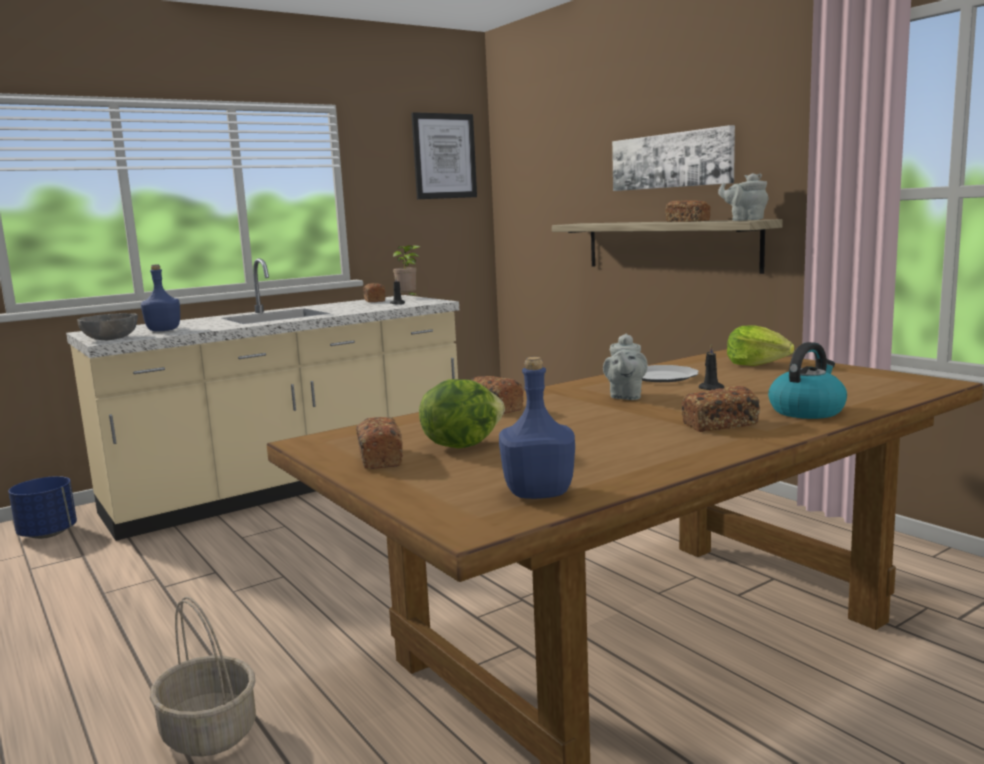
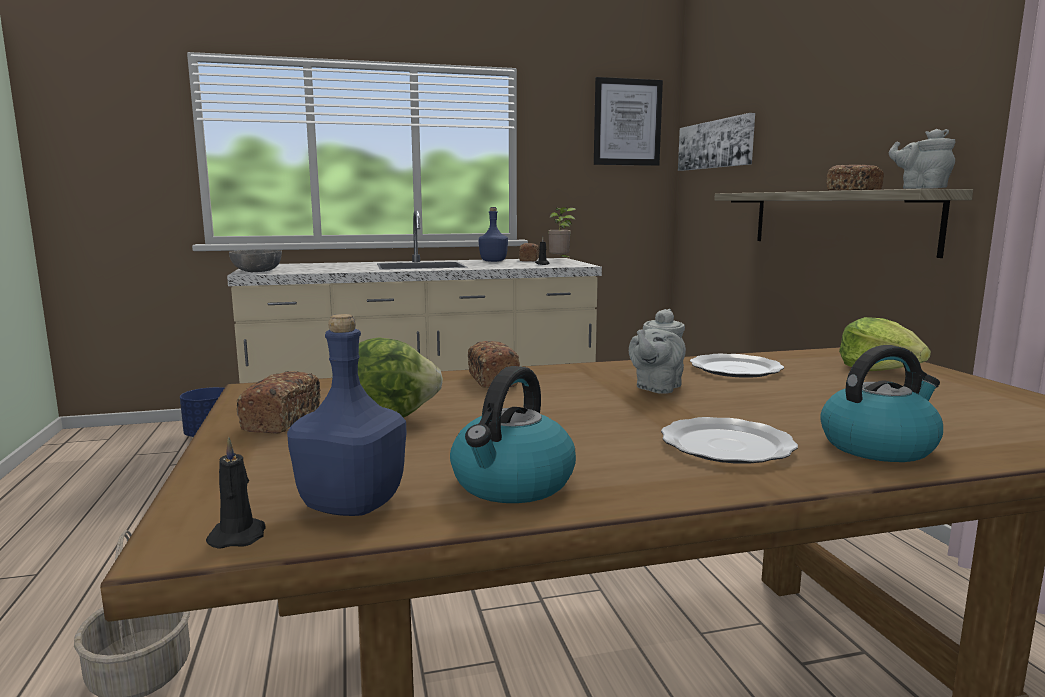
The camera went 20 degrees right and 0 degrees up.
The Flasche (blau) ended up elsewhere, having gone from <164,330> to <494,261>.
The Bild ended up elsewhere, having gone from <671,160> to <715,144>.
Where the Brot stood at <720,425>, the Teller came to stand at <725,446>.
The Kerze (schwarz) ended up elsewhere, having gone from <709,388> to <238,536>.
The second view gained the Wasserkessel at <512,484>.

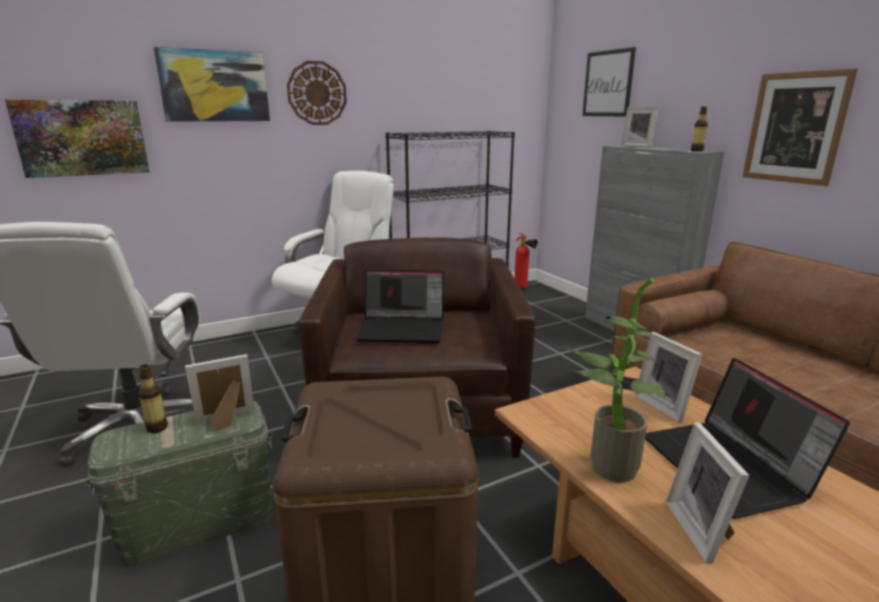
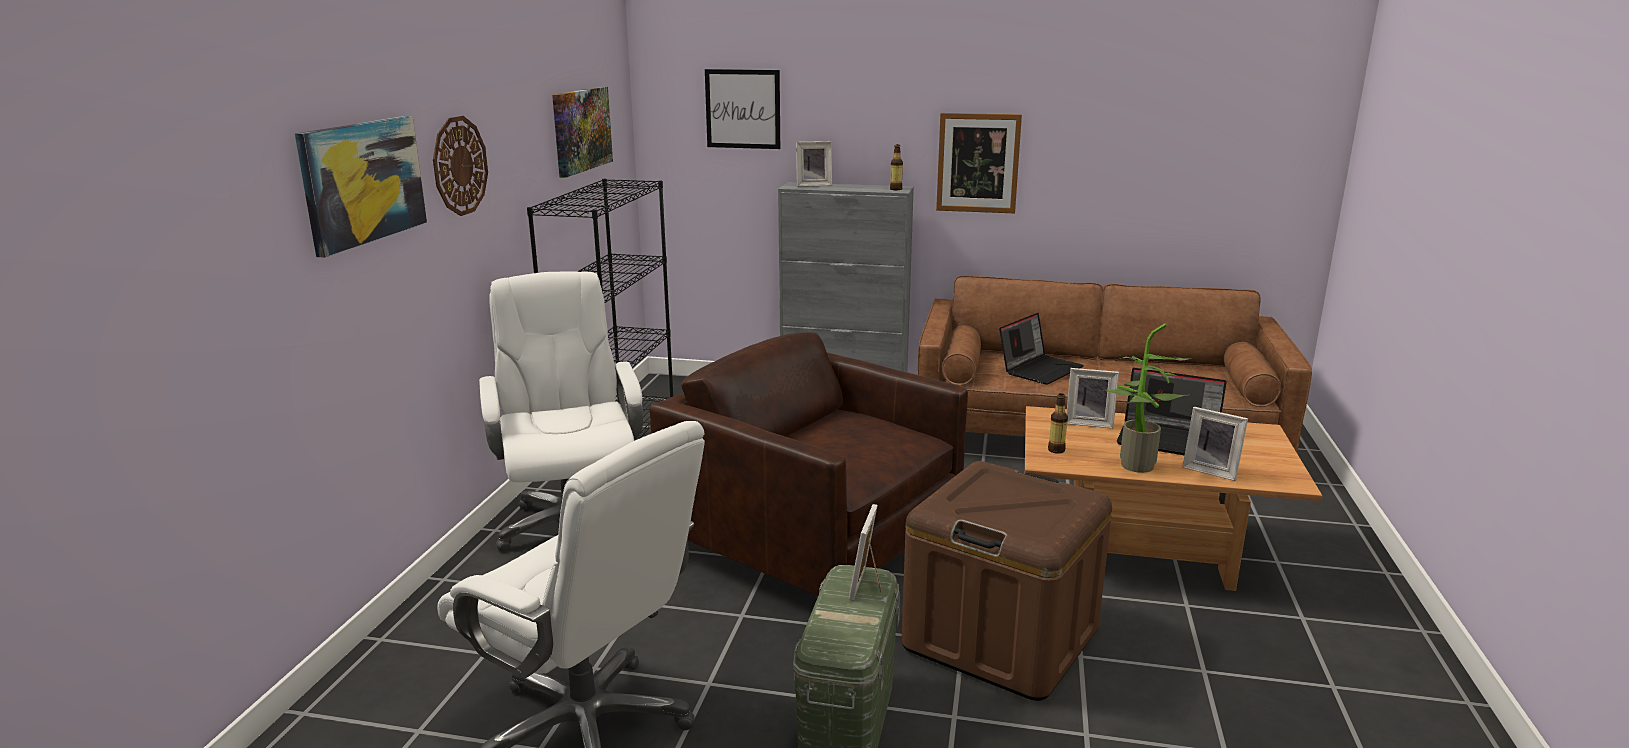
The camera went 50 degrees left and 0 degrees up.
The Bild ended up elsewhere, having gone from <82,138> to <581,130>.
The Flasche ended up elsewhere, having gone from <157,428> to <1056,450>.
The Laptop ended up elsewhere, having gone from <403,329> to <1040,369>.
The second view lost the Feuerlöscher at <523,288>.

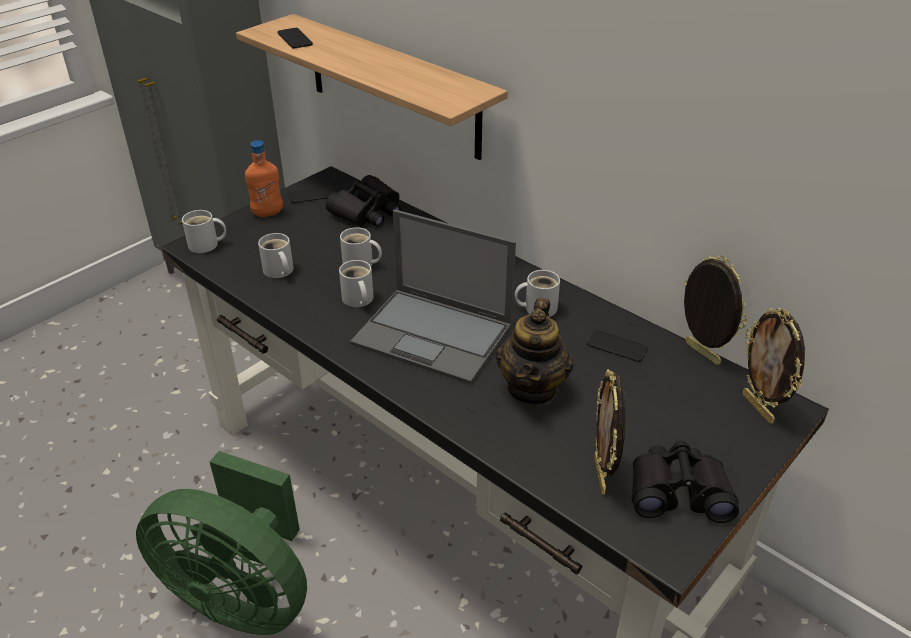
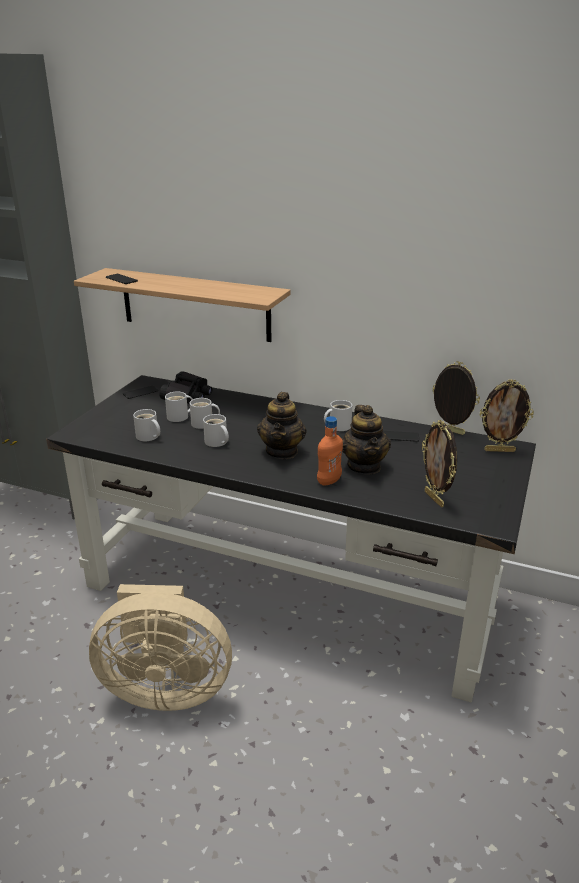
The camera went 20 degrees left and 10 degrees down.
What was the Ventilator (grün) at <243,595> turned into the Ventilator (beige) at <165,688>.
The Henkelbecher (weiß) ended up elsewhere, having gone from <206,245> to <180,417>.
The Flasche (orange) ended up elsewhere, having gone from <267,213> to <329,481>.
Where the Laptop stood at <434,335>, the Teekanne came to stand at <282,451>.
The second view lost the Fernglas (schwarz) at <678,492>.
The Bilderrahmen at <759,408> ended up facing another way, 45 degrees counterclockwise from before.

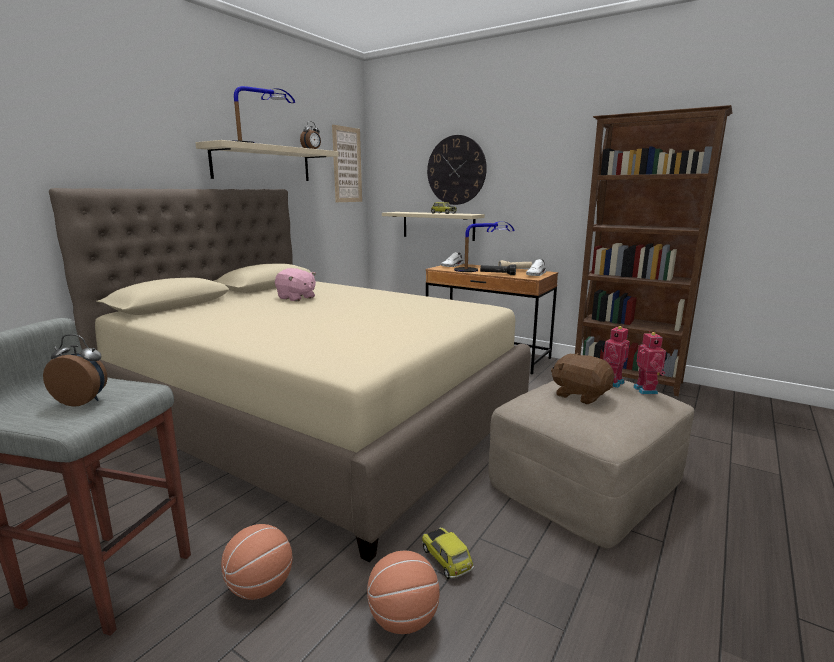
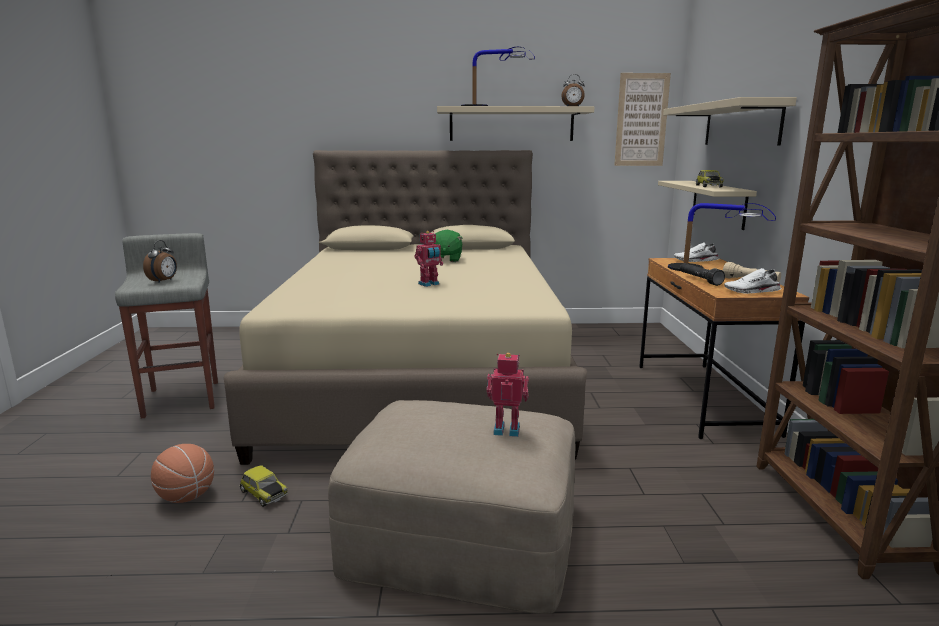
The camera went 55 degrees right and 0 degrees up.
The Wecker at <84,401> ended up facing another way, 45 degrees clockwise from before.
The second view lost the Basketball at <260,587>.
What was the Plüschtier (rosa) at <296,298> turned into the Plüschtier (grün) at <446,259>.
The Spielzeugauto at <447,559> ended up facing another way, 105 degrees clockwise from before.
Where the Wanduhr hung at <456,170>, the Wandregal (beige) came to hang at <741,124>.
The second view lost the Plüschtier (braun) at <580,395>.
The Spielzeugroboter ended up elsewhere, having gone from <647,390> to <429,284>.

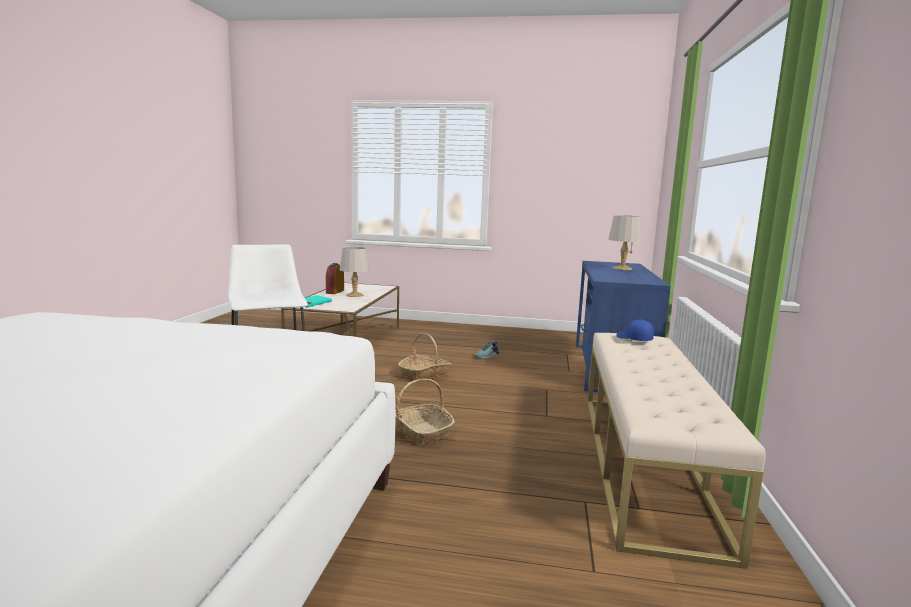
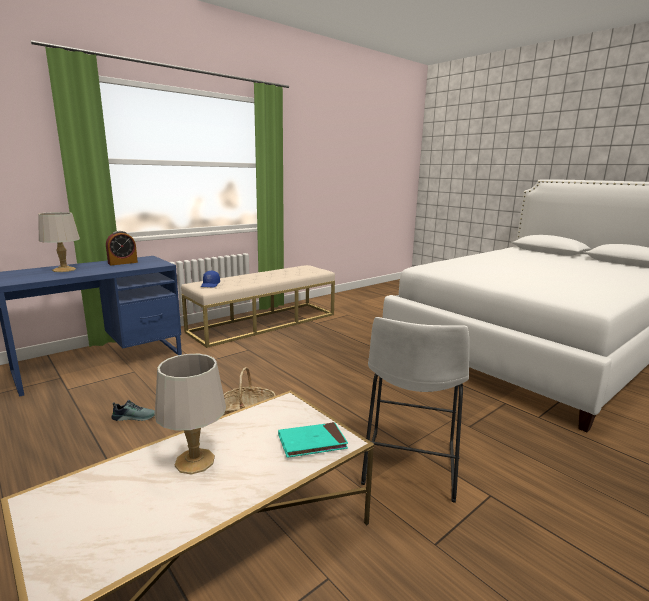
The camera went 140 degrees left and 5 degrees up.
The Wecker ended up elsewhere, having gone from <335,292> to <123,263>.
The second view lost the Korb at <421,432>.

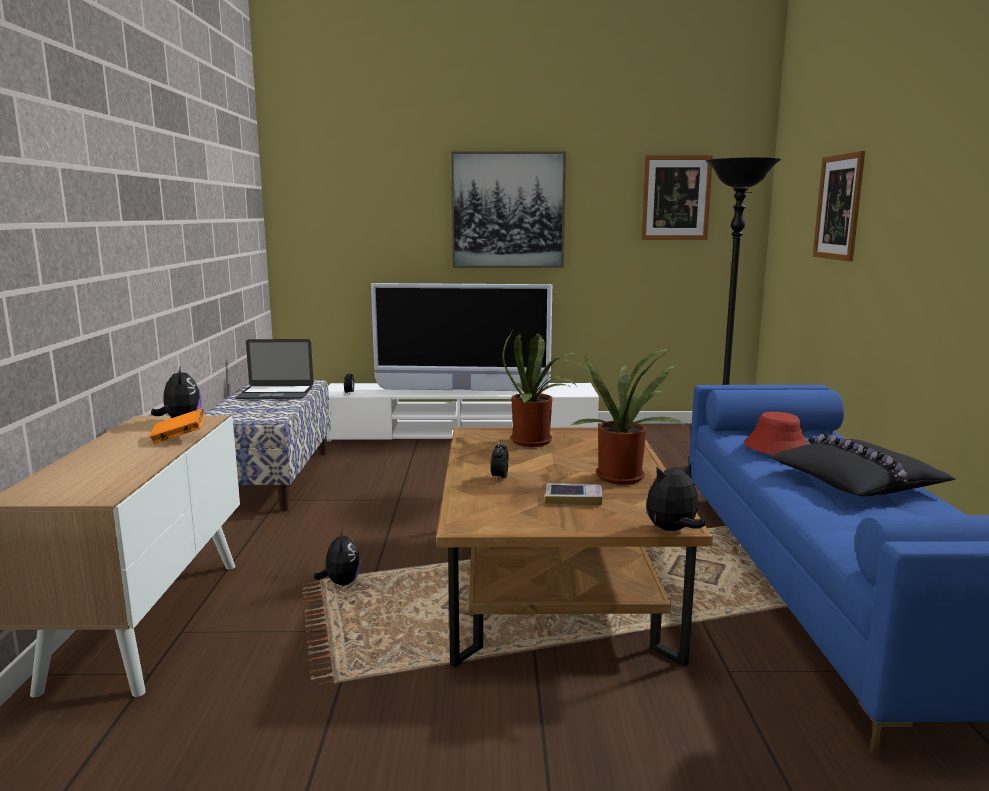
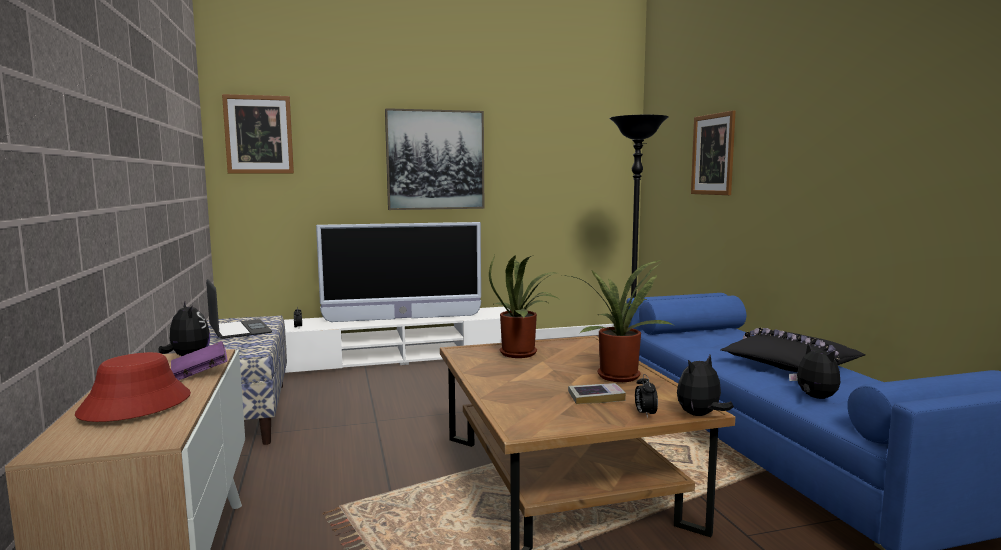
The camera went 15 degrees left and 5 degrees down.
What was the Buch (orange) at <179,438> turned into the Buch (lila) at <200,374>.
The Laptop at <275,393> ended up facing another way, 105 degrees counterclockwise from before.
The Plüschtier ended up elsewhere, having gone from <341,583> to <814,398>.
The Wecker ended up elsewhere, having gone from <499,478> to <645,414>.
The Bild ended up elsewhere, having gone from <676,198> to <259,134>.
The Hut (rot) ended up elsewhere, having gone from <776,447> to <135,405>.

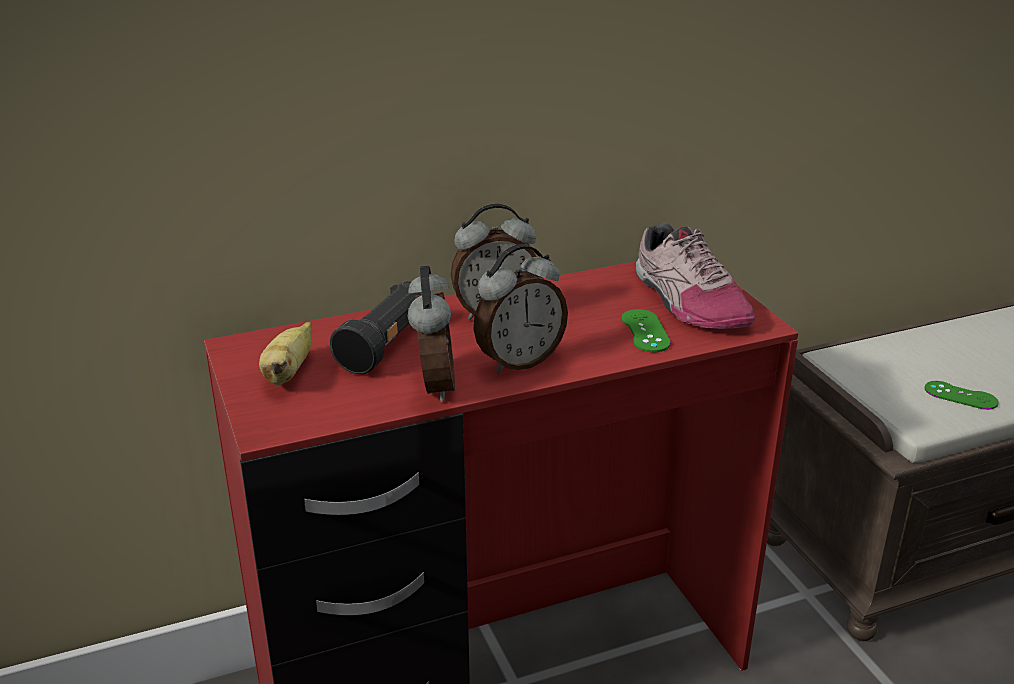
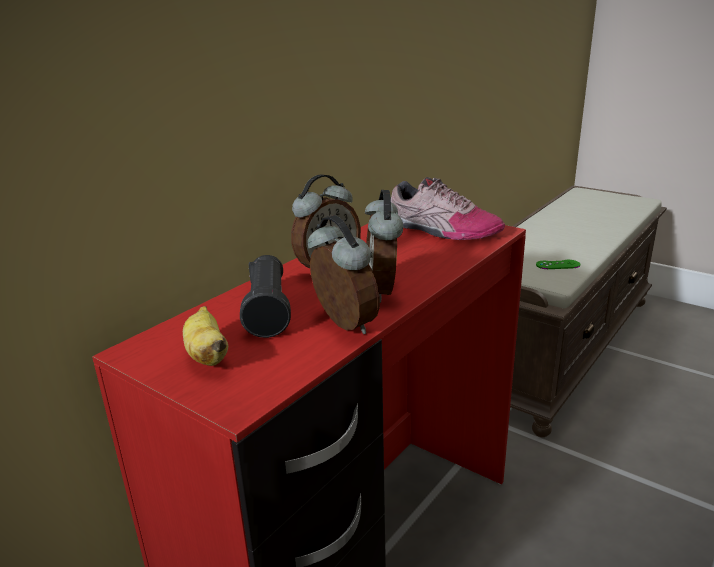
The camera went 30 degrees left and 5 degrees down.
The Wecker at <519,361> ended up facing another way, 150 degrees clockwise from before.
The second view lost the Gamepad (grün) at <645,331>.

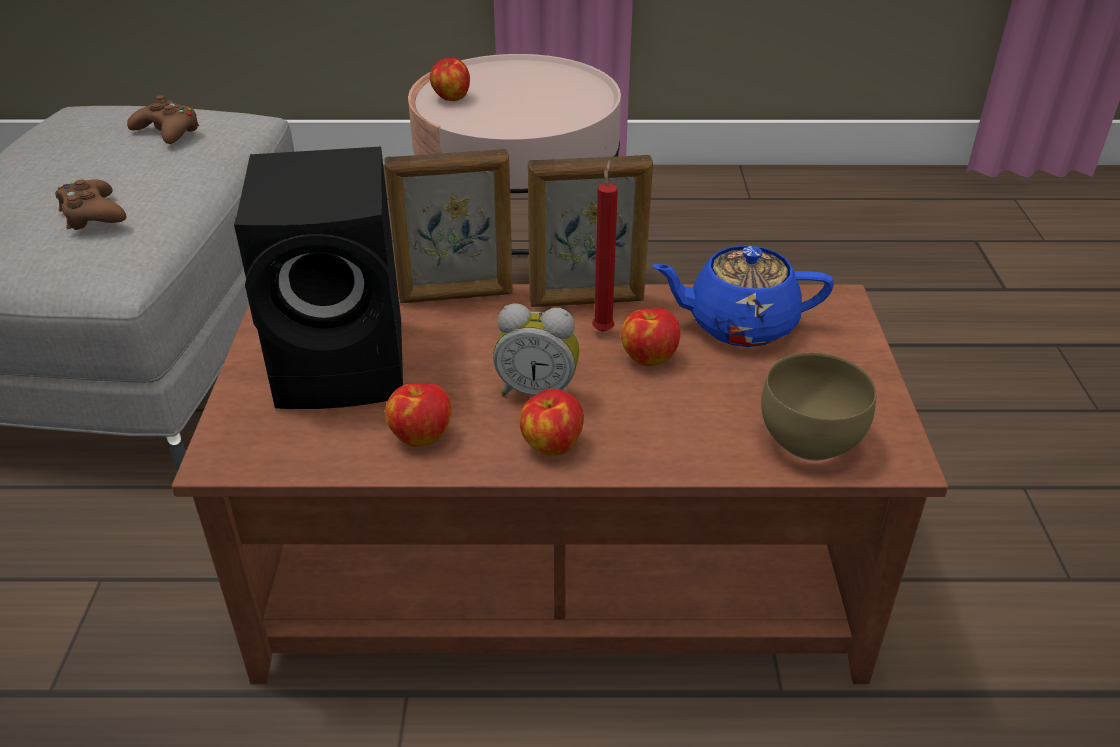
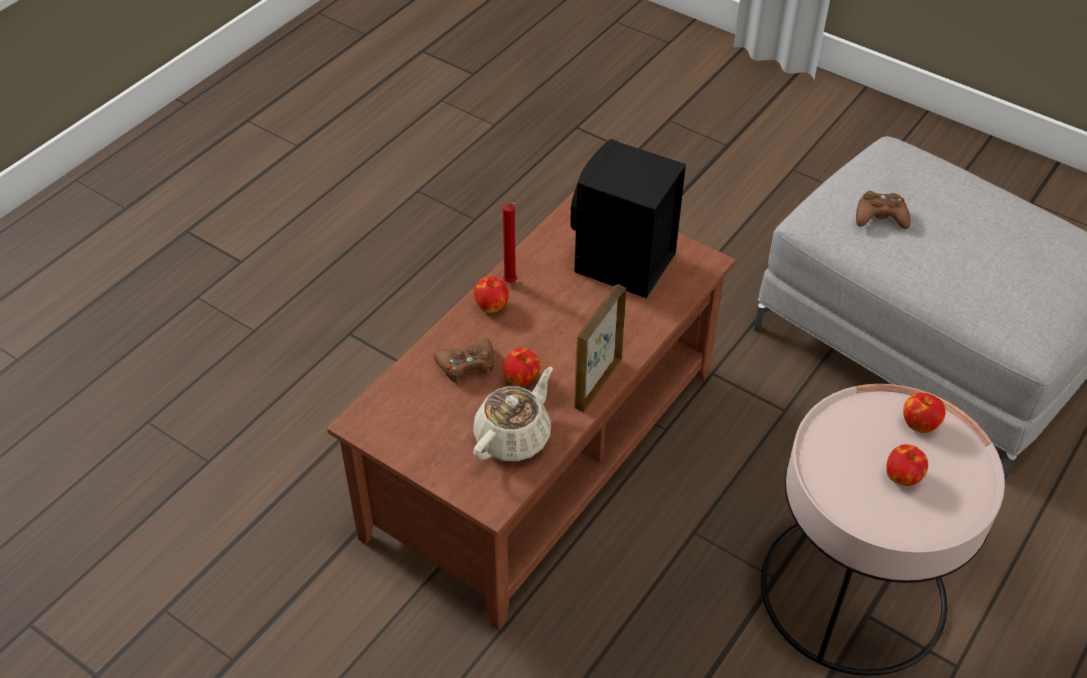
The camera went 125 degrees right and 10 degrees up.
The Gamepad (braun) ended up elsewhere, having gone from <168,131> to <467,366>.
The second view lost the Bilderrahmen at <456,296>.
The Apfel ended up elsewhere, having gone from <421,435> to <902,477>.
The second view lost the Wecker at <538,391>.
The Kerze (rot) ended up elsewhere, having gone from <603,329> to <511,283>.
What was the Teekanne (blau) at <739,324> turned into the Teekanne (beige) at <514,436>.
The second view lost the Schüssel (braun) at <812,439>.

